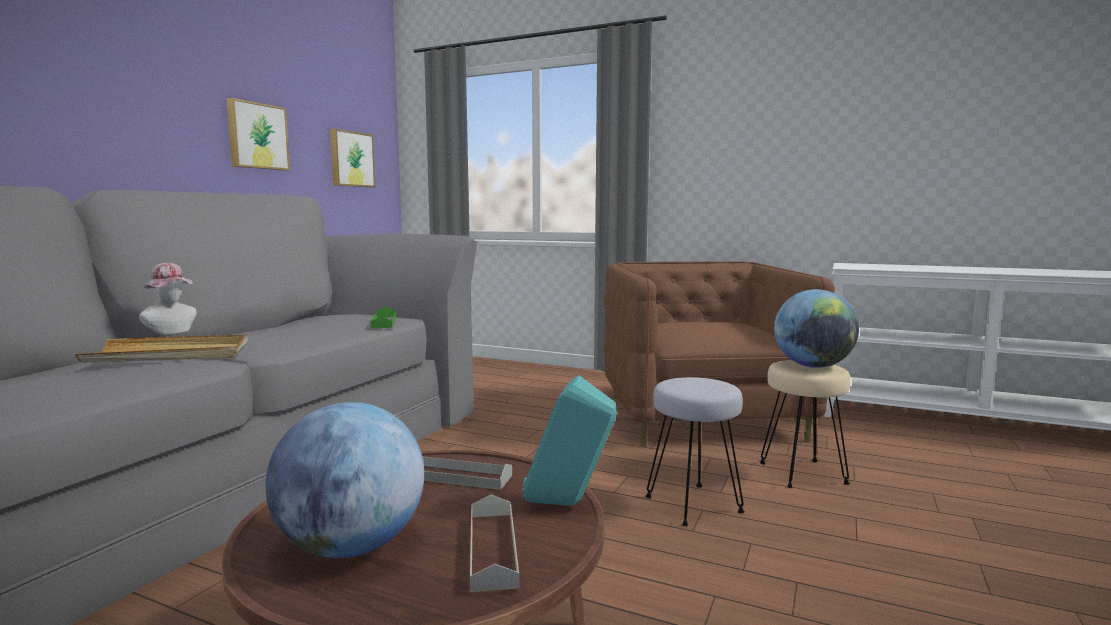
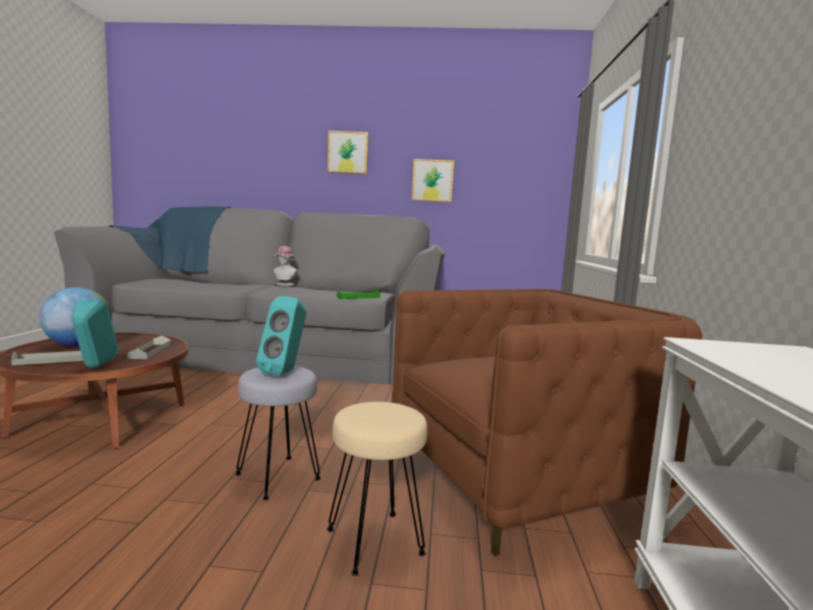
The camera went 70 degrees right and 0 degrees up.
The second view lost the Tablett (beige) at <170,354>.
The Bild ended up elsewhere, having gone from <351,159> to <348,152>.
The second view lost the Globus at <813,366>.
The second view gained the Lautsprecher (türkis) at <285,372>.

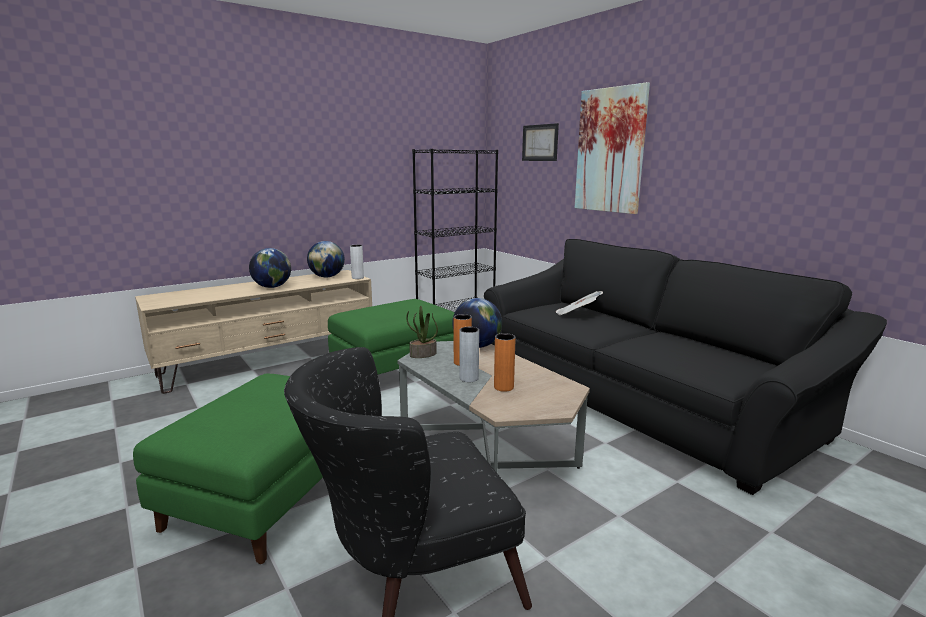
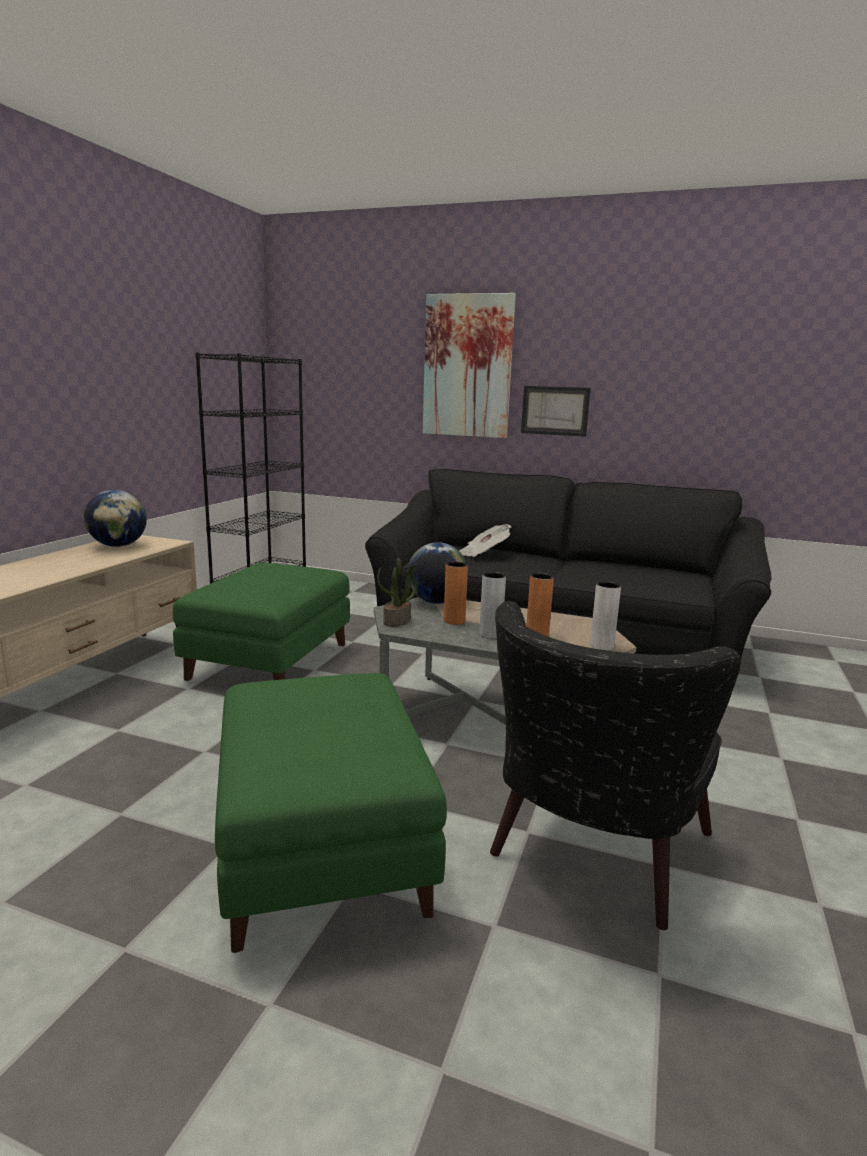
The camera went 35 degrees left and 0 degrees up.
The second view lost the Globus at <272,287>.
The Vase (weiß) ended up elsewhere, having gone from <357,278> to <601,646>.
The Bild ended up elsewhere, having gone from <540,142> to <555,410>.

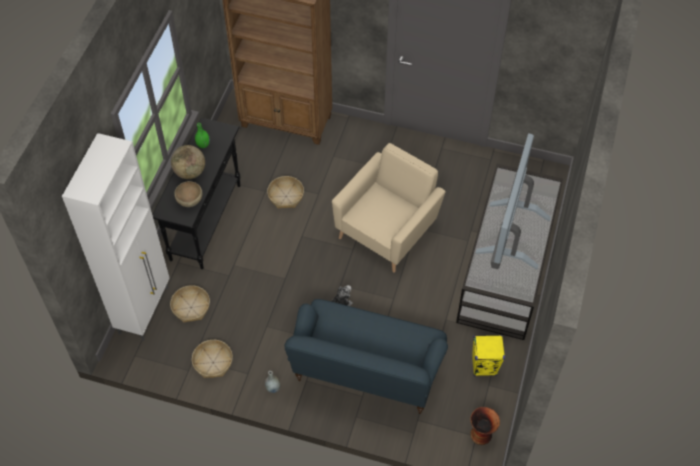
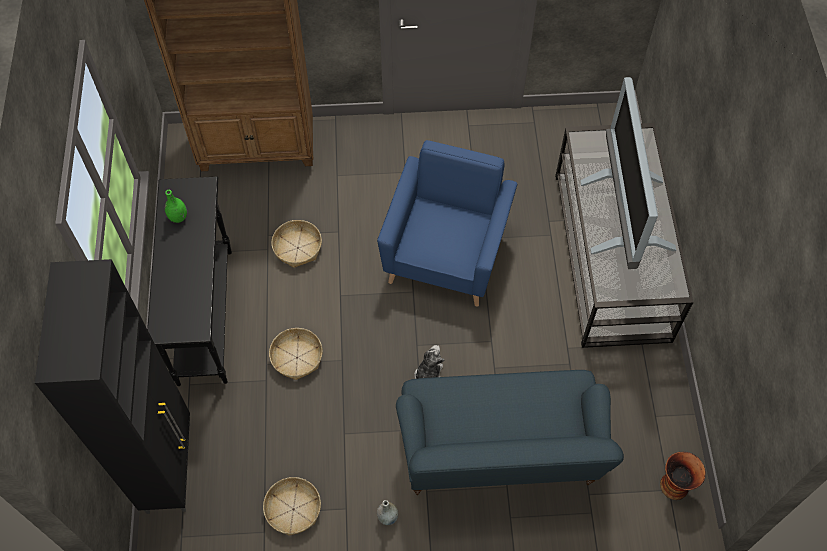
The camera went 20 degrees left and 5 degrees up.
What was the Schrank (weiß) at <145,309> turned into the Schrank (schwarz) at <170,466>.
The Korb ended up elsewhere, having gone from <191,307> to <296,357>.
The second view lost the Globus at <190,172>.
The second view lost the Schüssel (braun) at <190,201>.
What was the Sessel (beige) at <387,230> turned into the Sessel (blau) at <446,253>.
The second view lost the Lautsprecher (gelb) at <484,367>.

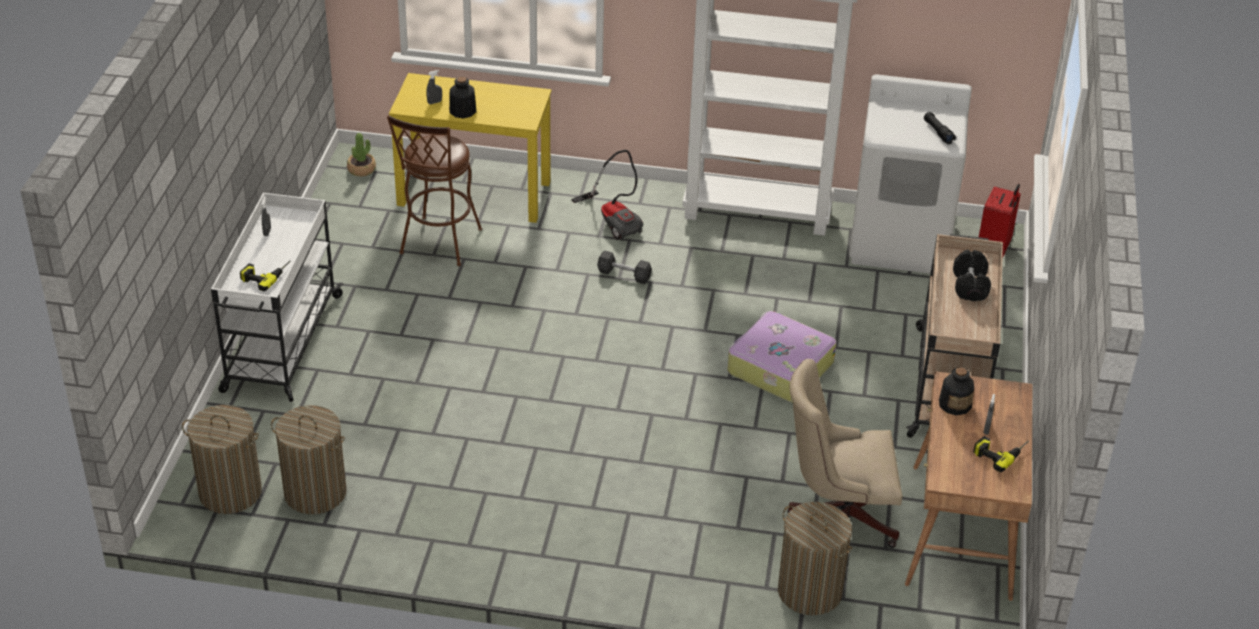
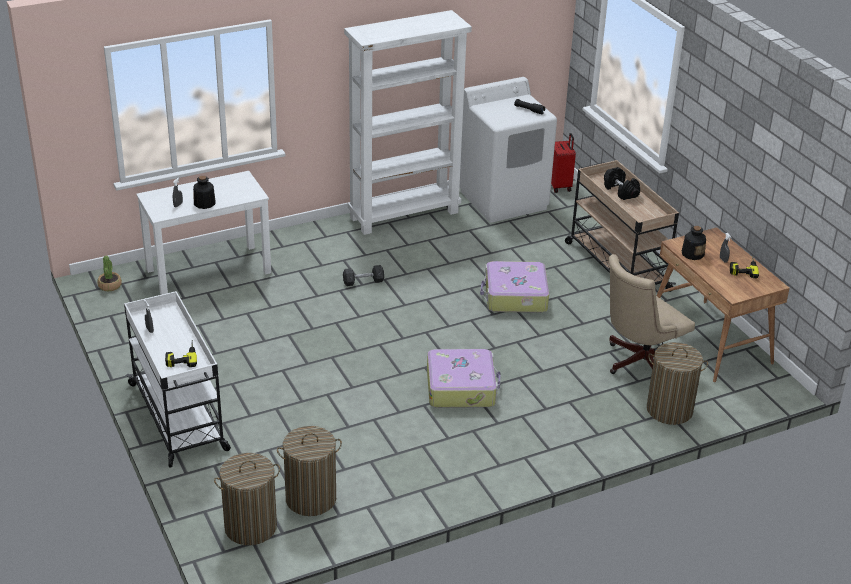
The camera went 35 degrees left and 5 degrees down.
The second view lost the Hocker (braun) at <438,245>.
What was the Schreibtisch (gelb) at <475,193> turned into the Schreibtisch (weiß) at <209,271>.
The second view lost the Staubsauger at <614,220>.
The second view gained the Koffer at <461,387>.

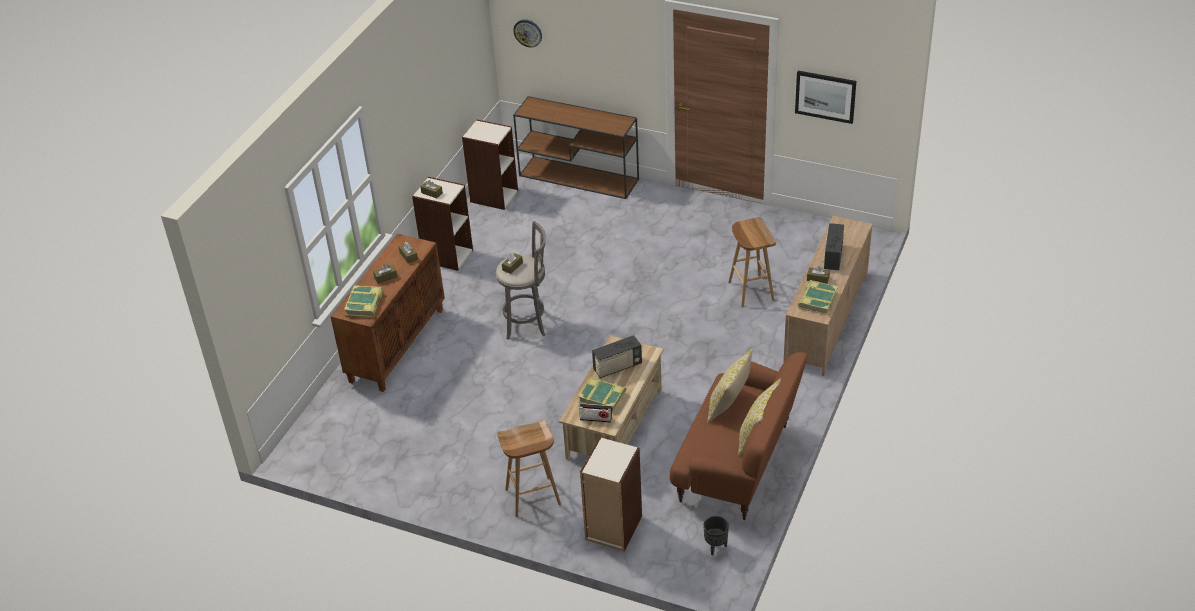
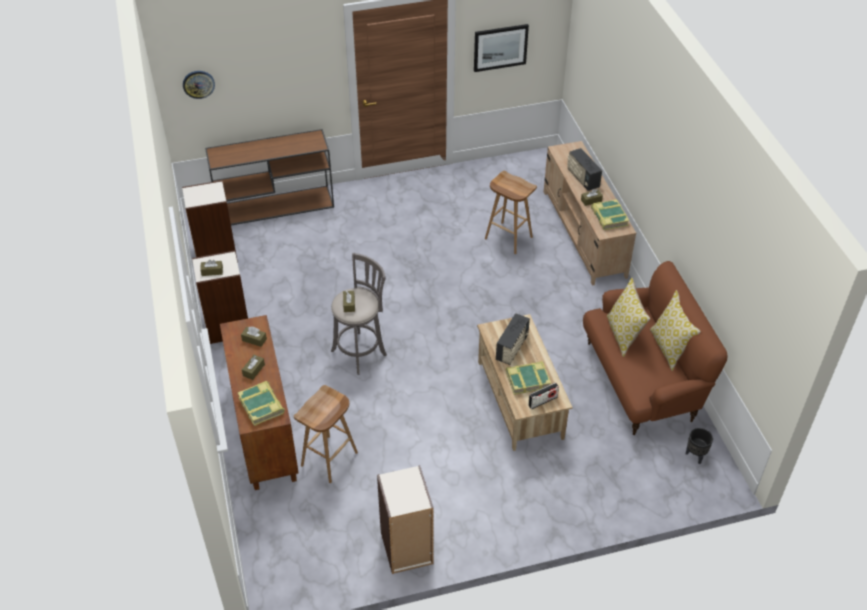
The camera went 40 degrees left and 5 degrees up.
The Hocker (braun) ended up elsewhere, having gone from <532,497> to <329,460>.
The Bücherregal ended up elsewhere, having gone from <613,528> to <406,548>.

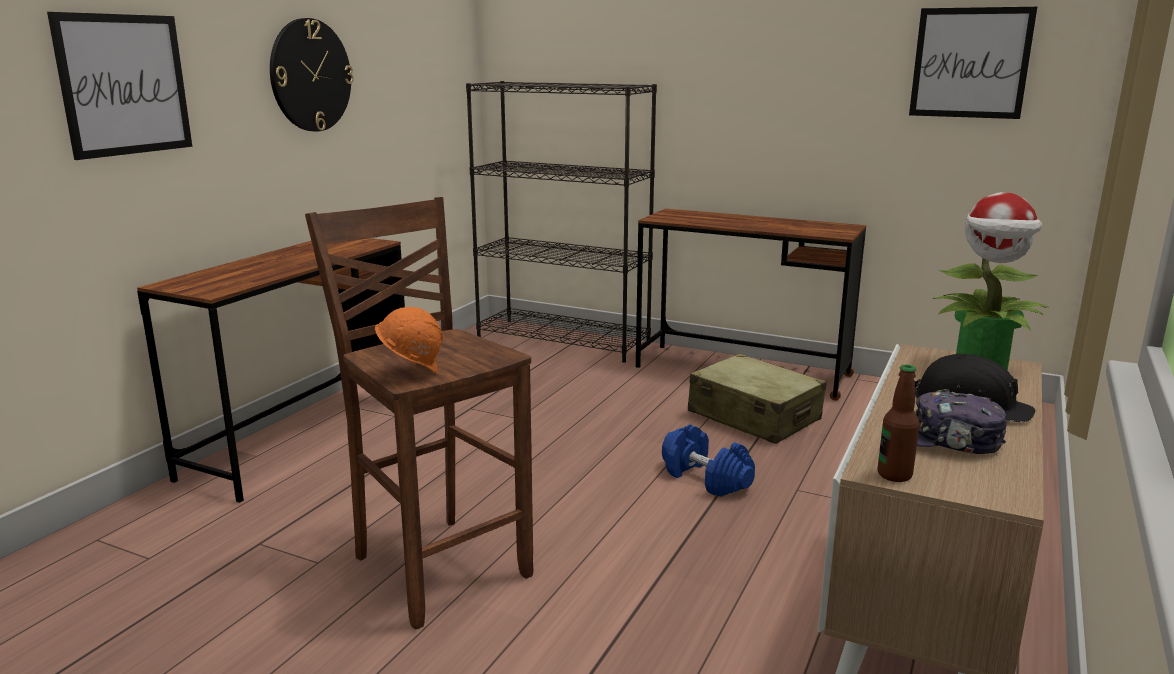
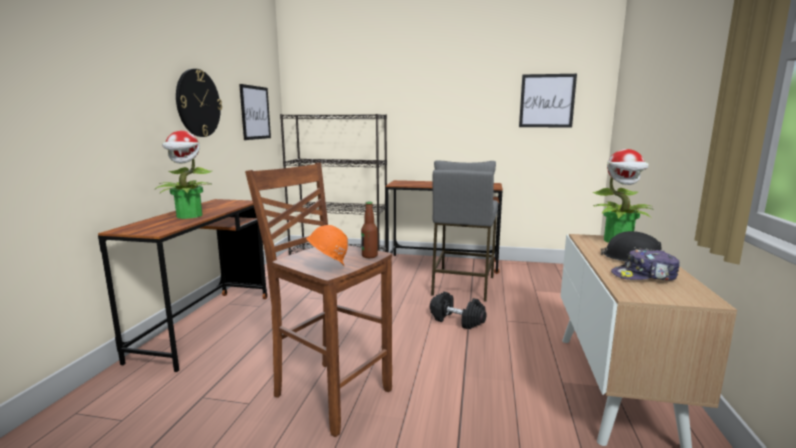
The camera went 15 degrees left and 5 degrees down.
The Bild ended up elsewhere, having gone from <124,85> to <255,112>.
What was the Hantel (blau) at <705,478> turned into the Hantel (schwarz) at <456,320>.
Where the Koffer (beige) stood at <754,416>, the Hocker (grau) came to stand at <462,285>.
The Flasche ended up elsewhere, having gone from <894,475> to <369,256>.
The second view gained the Topfpflanze at <189,216>.

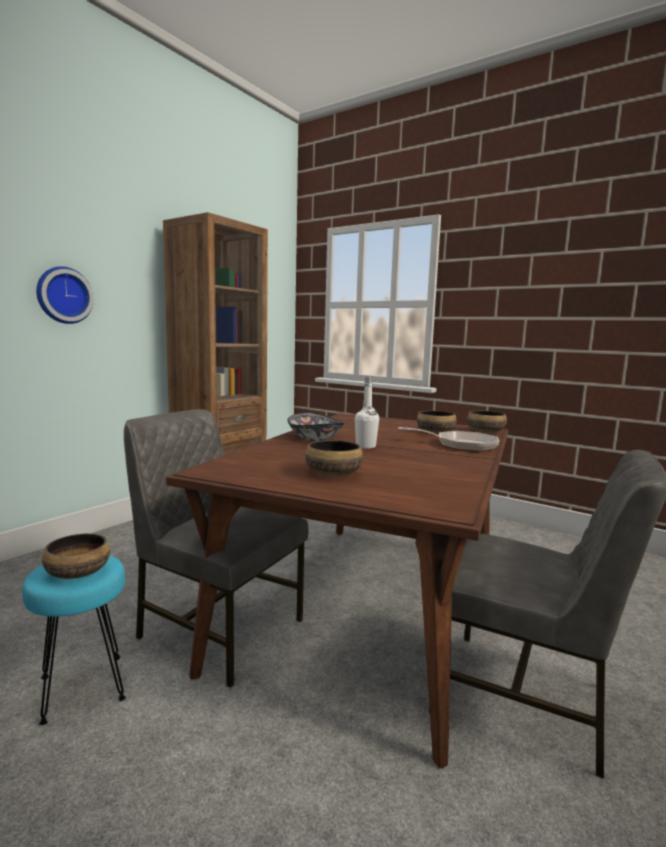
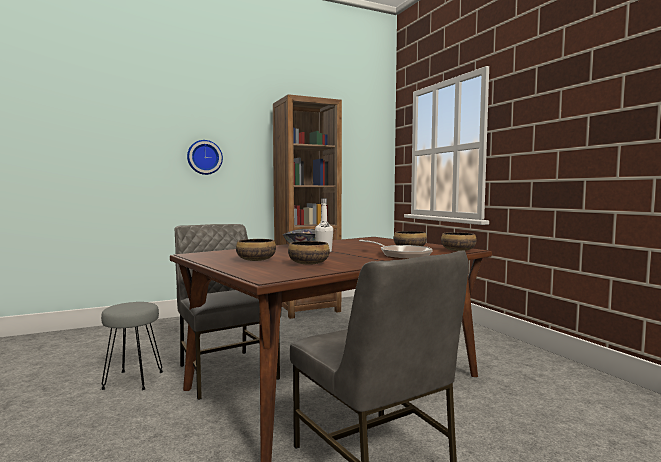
The camera went 30 degrees right and 5 degrees down.
What was the Hocker (türkis) at <83,687> turned into the Hocker (grau) at <133,380>.
The Schüssel ended up elsewhere, having gone from <77,572> to <308,263>.

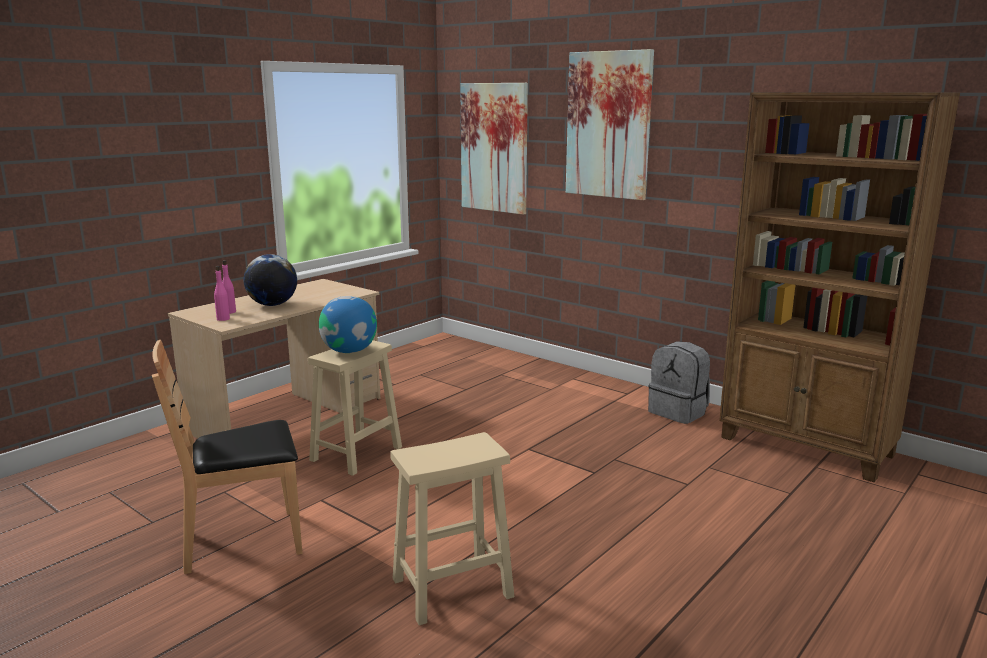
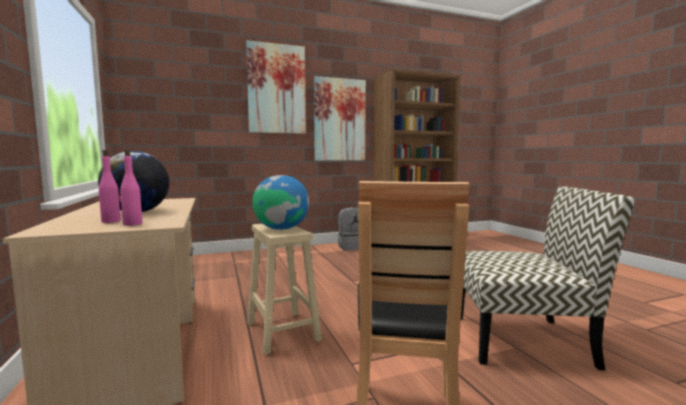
The camera went 60 degrees left and 10 degrees down.
Where the Hocker (beige) stood at <450,589>, the Stuhl came to stand at <523,340>.
The Bild ended up elsewhere, having gone from <494,148> to <339,120>.

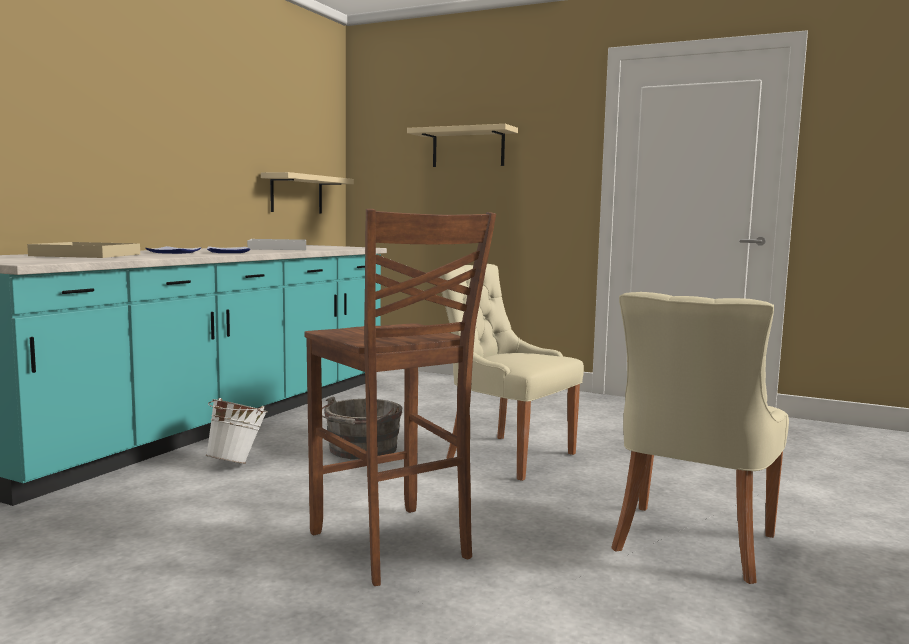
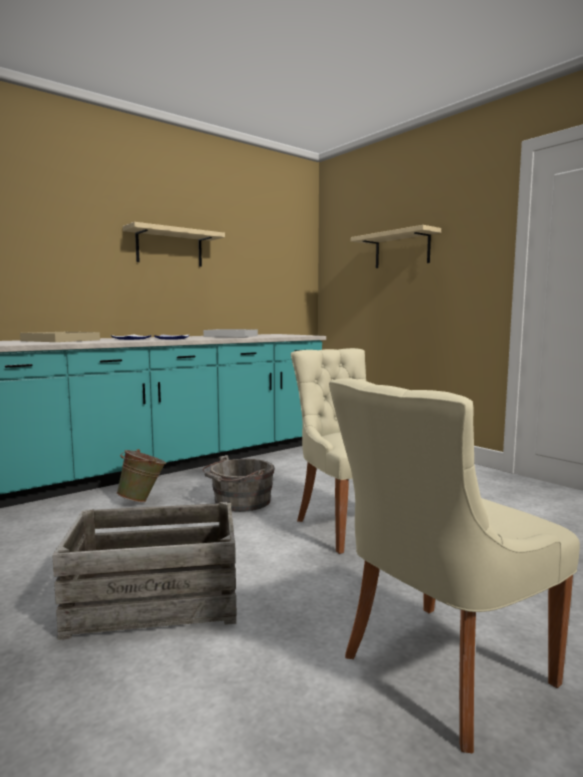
The camera went 25 degrees right and 0 degrees up.
What was the Eimer (weiß) at <237,462> turned into the Eimer (grün) at <143,500>.
The Wandregal (beige) ended up elsewhere, having gone from <296,194> to <169,248>.
Where the Hocker (braun) stood at <392,546>, the Kiste came to stand at <155,601>.

